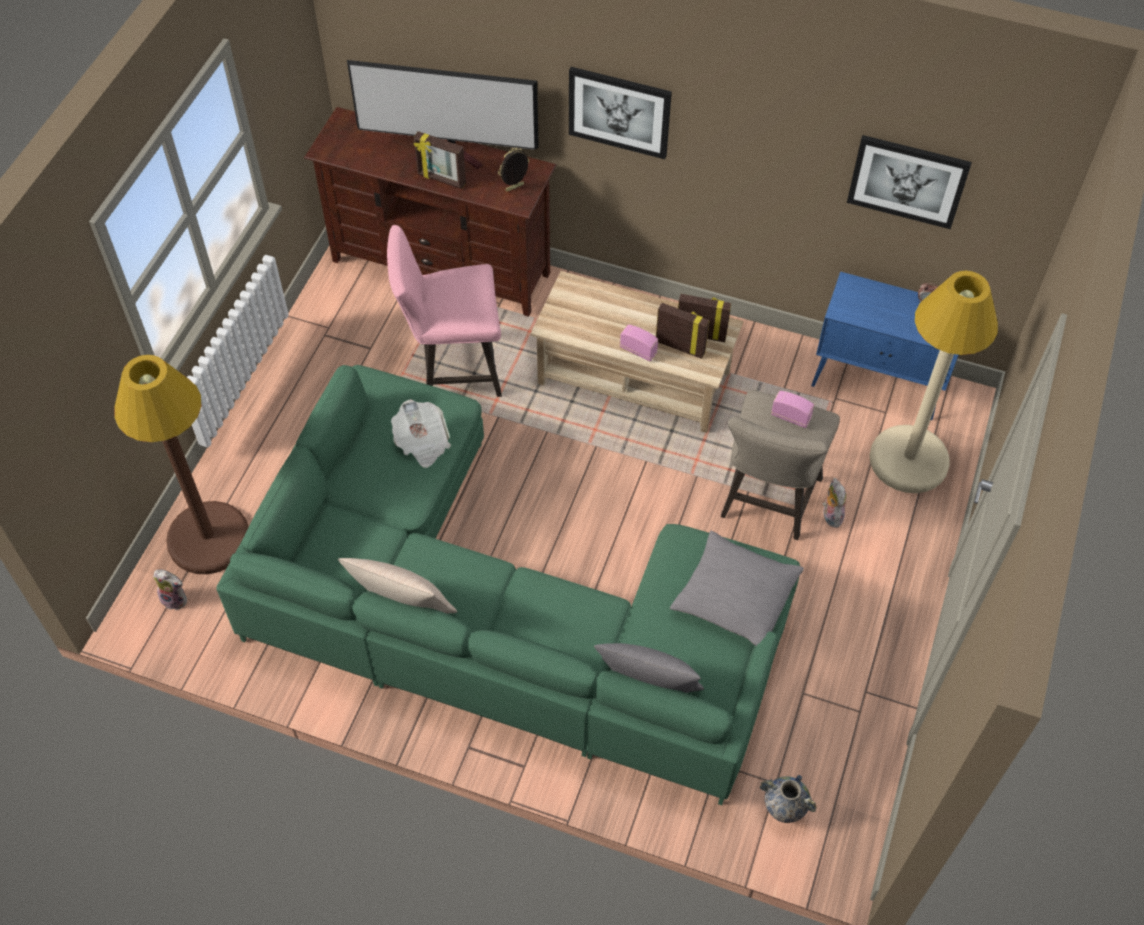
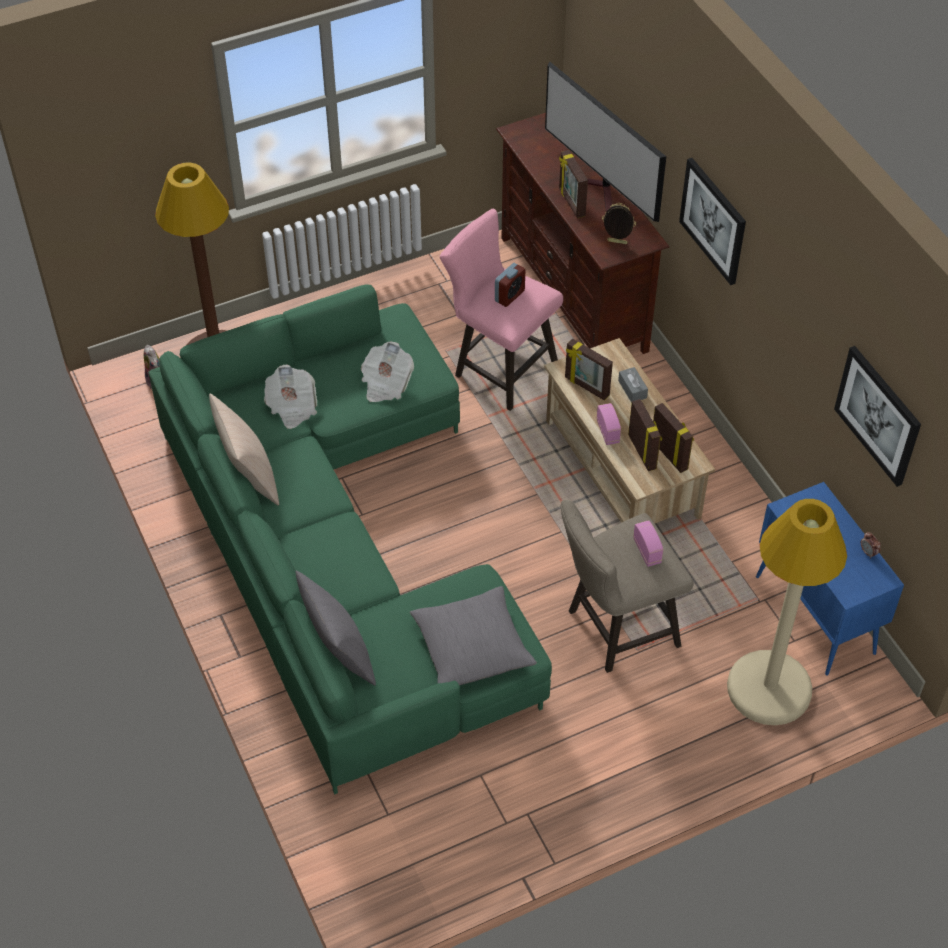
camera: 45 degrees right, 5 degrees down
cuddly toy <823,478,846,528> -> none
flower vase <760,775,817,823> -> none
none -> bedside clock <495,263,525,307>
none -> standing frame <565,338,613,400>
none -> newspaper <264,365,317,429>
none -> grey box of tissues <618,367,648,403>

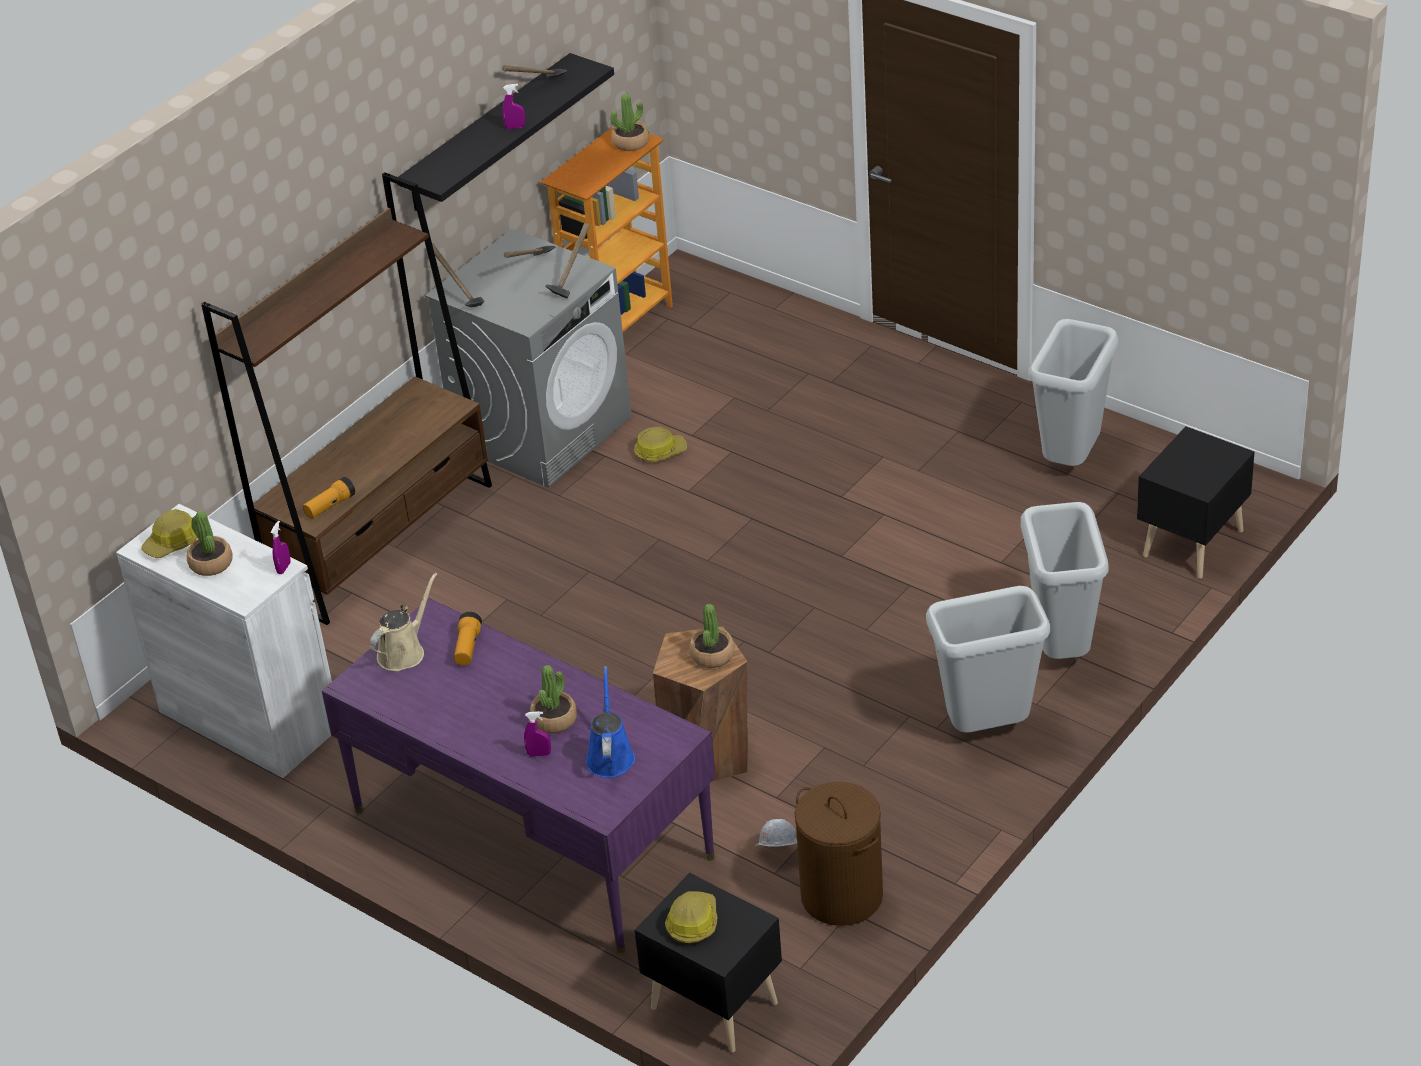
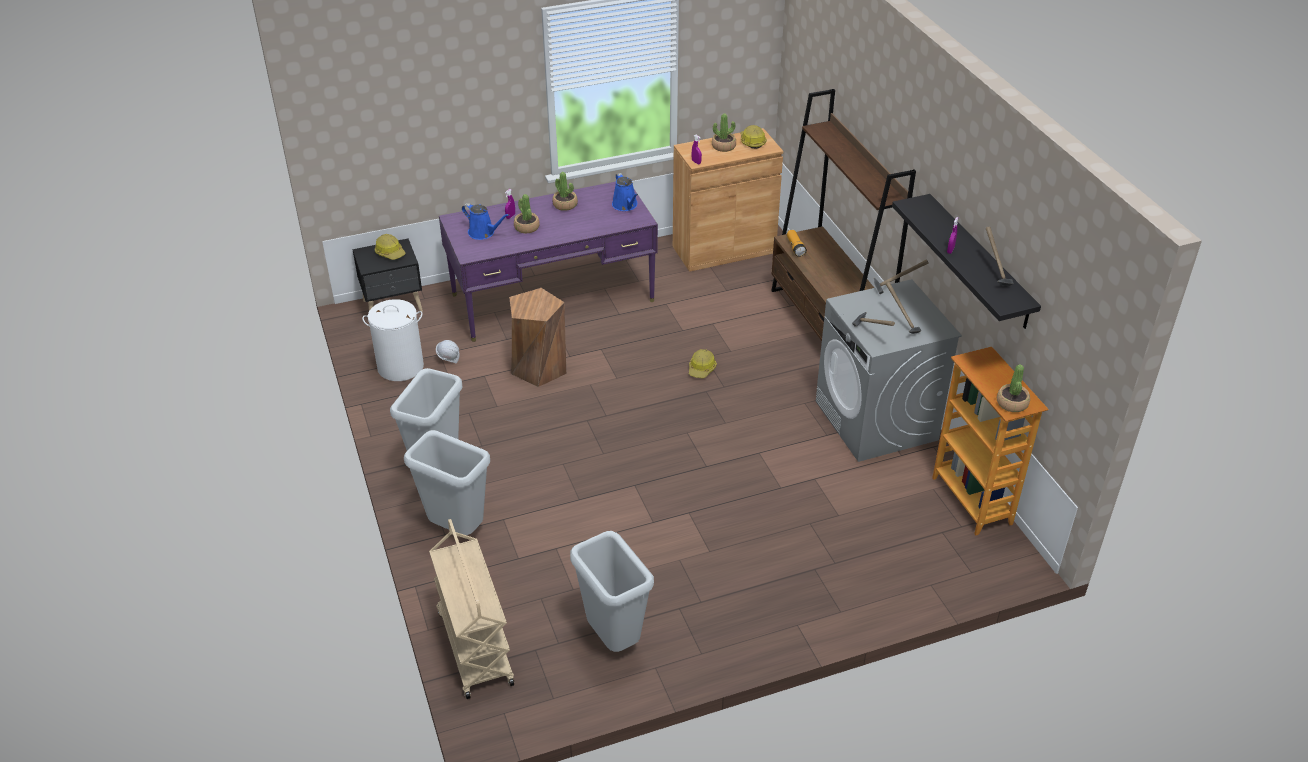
camera: 120 degrees right, 0 degrees up
blackish night table <1137,426,1254,579> -> beige cart <429,519,514,699>
hard hat <634,427,687,462> -> hard hat <689,349,717,378>, move
white-coloured storage cabinet <116,504,332,778> -> brown-coloured storage cabinet <673,128,783,272>
beige sprinkling can <369,573,437,671> -> blue-coloured sprinkling can <612,173,638,211>
plant in a pot <689,604,735,668> -> plant in a pot <552,172,578,211>, move
torch <454,612,482,665> -> none
brown-coloured washing basket <795,782,883,926> -> white-coloured washing basket <362,299,424,381>

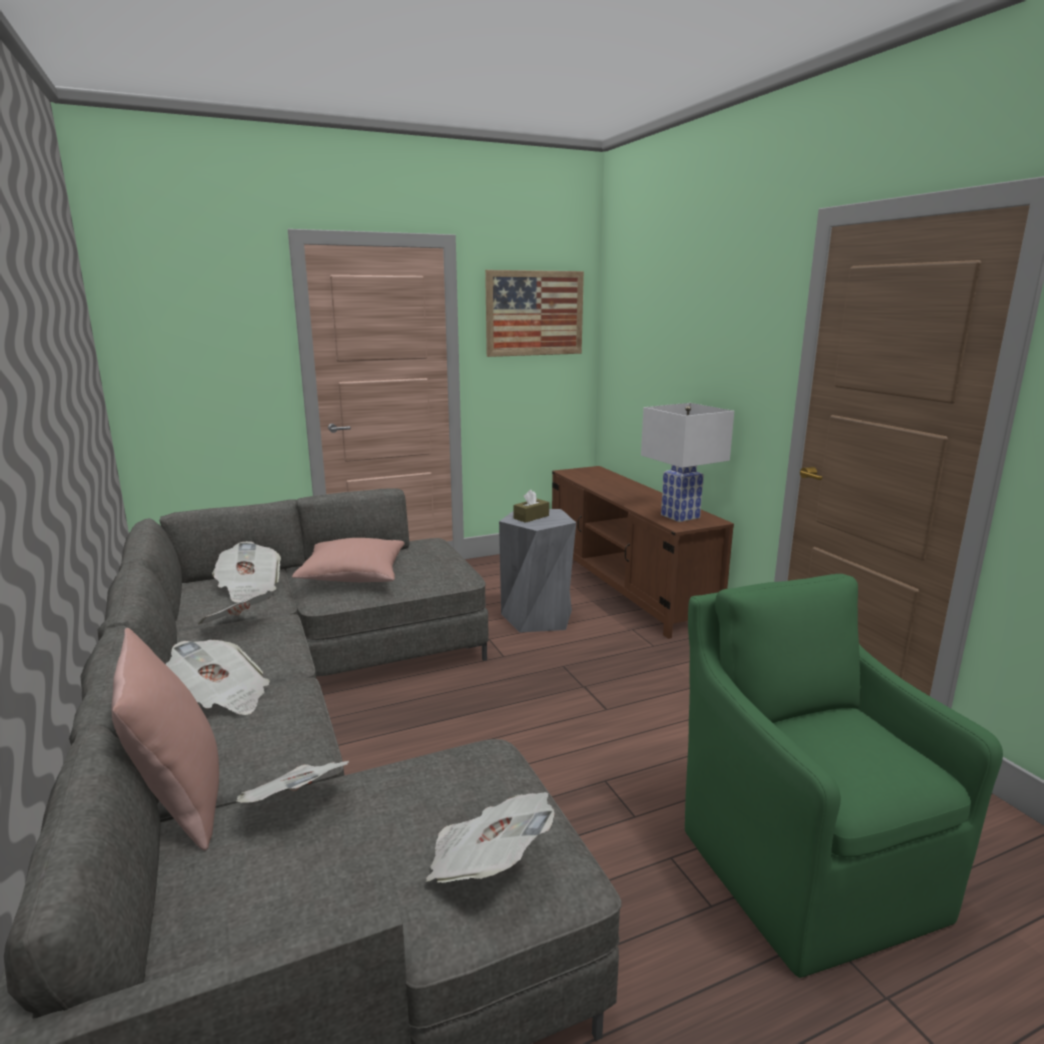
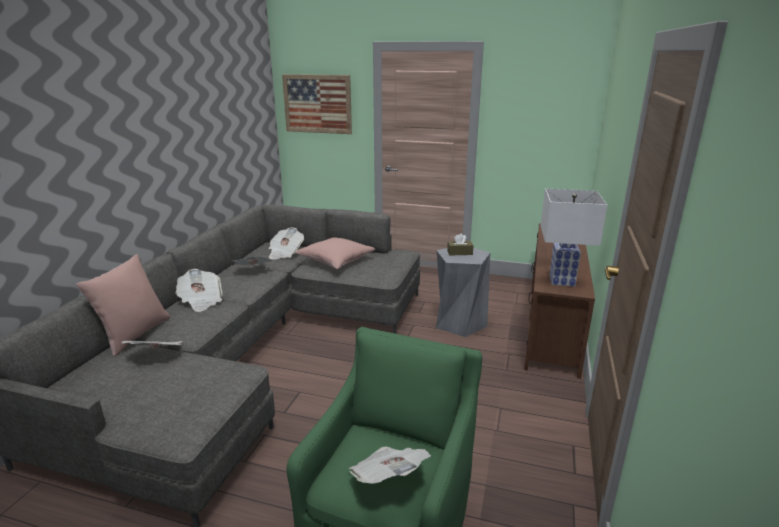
camera: 40 degrees right, 5 degrees up
wall picture <485,270,584,357> -> wall picture <282,74,352,134>, move
newspaper <426,792,555,883> -> newspaper <349,446,431,484>, move

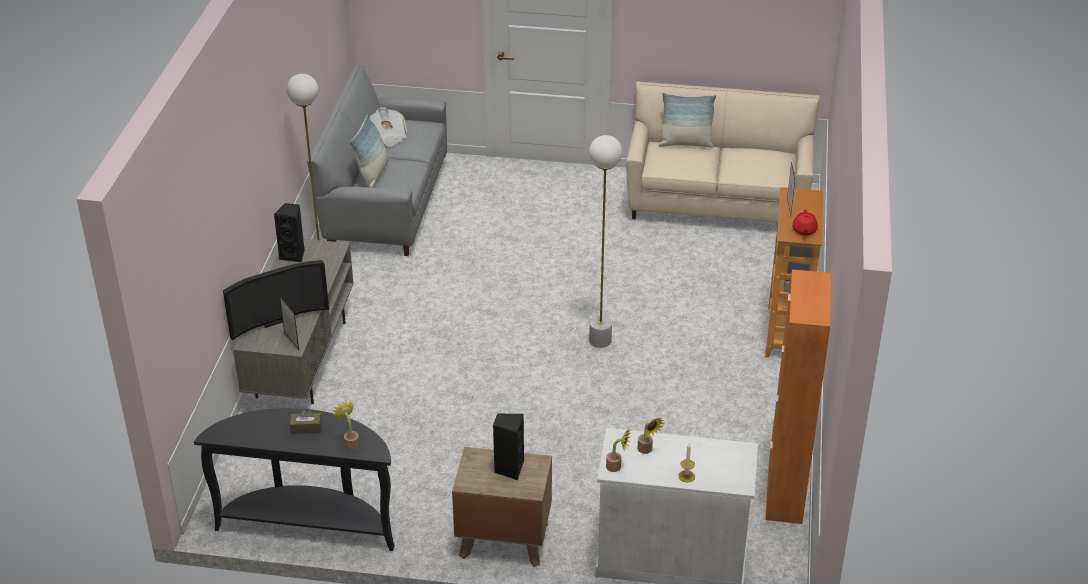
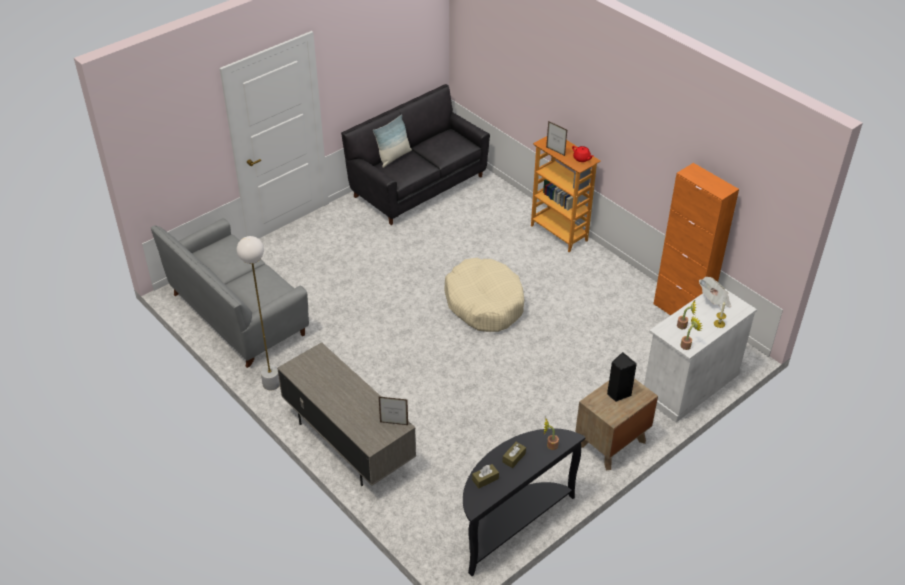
camera: 50 degrees left, 5 degrees up
beige sofa <626,82,820,223> -> blackish sofa <341,84,490,225>
newspaper <370,107,407,147> -> newspaper <699,277,732,308>, move
throw pillow <349,114,389,187> -> none
white-coloured standard lamp <589,135,622,348> -> beige dog bed <445,258,524,332>
blackish audio speaker <274,203,305,262> -> none
TV set <223,260,329,340> -> none
none -> brown-coloured box of tissues <472,464,499,488>

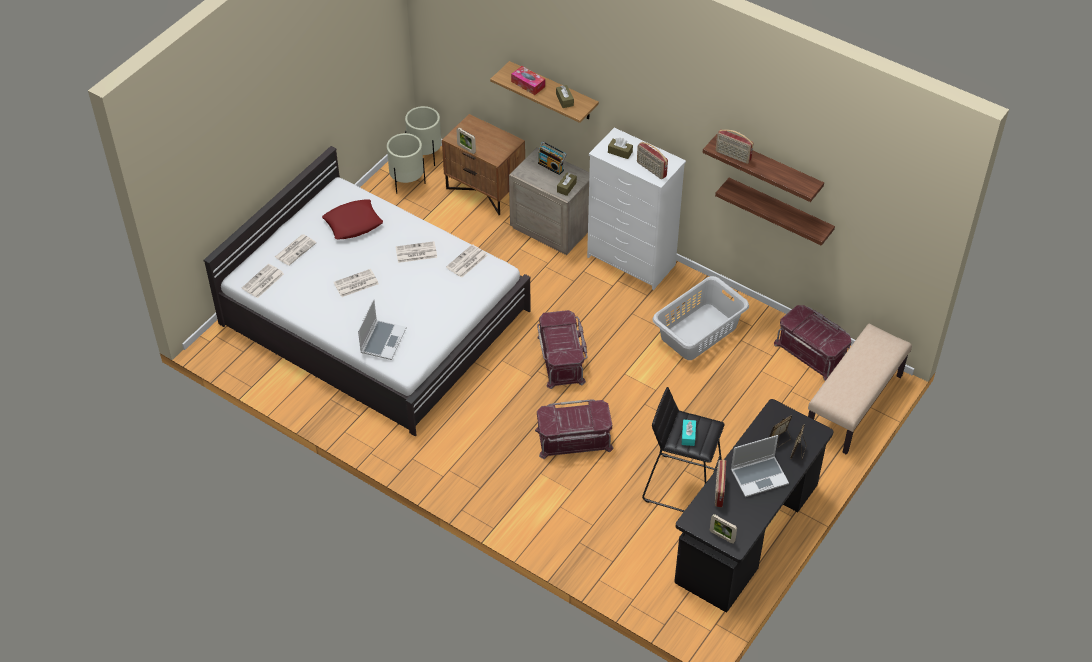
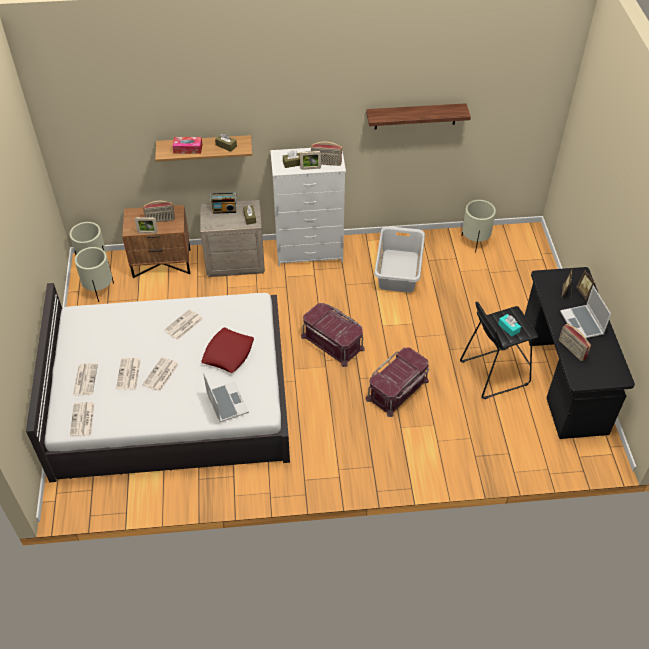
camera: 40 degrees left, 0 degrees up
radio set <716,129,754,164> -> radio set <143,201,175,222>, move
shelf <715,178,835,246> -> none
reddish throw pillow <322,199,383,239> -> reddish throw pillow <202,328,254,373>, move
newspaper <446,244,488,278> -> newspaper <116,358,141,389>, move
reddish storage container <774,305,851,381> -> beige flower pot <462,200,496,253>
beige long seat <808,324,912,455> -> none
laptop <731,435,789,497> -> laptop <560,286,611,338>, 135 degrees clockwise
standing frame <710,514,737,544> -> standing frame <300,151,321,170>, move

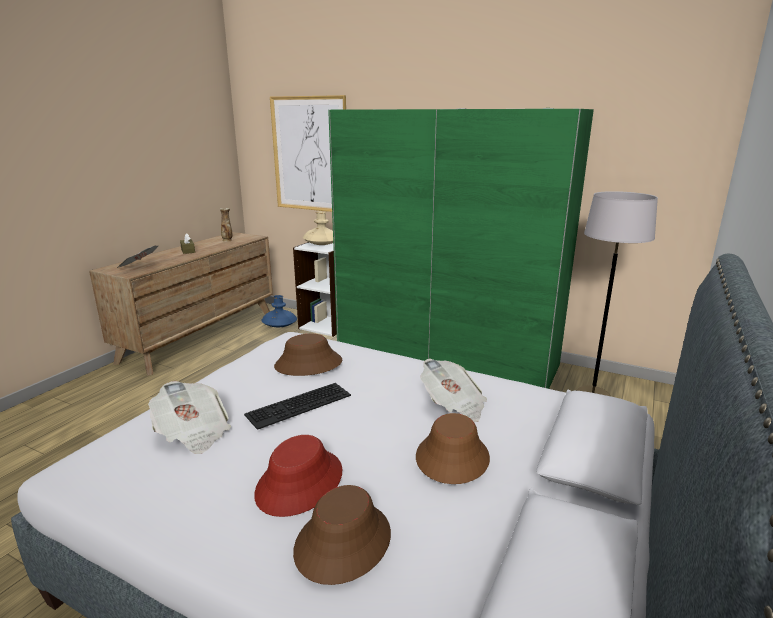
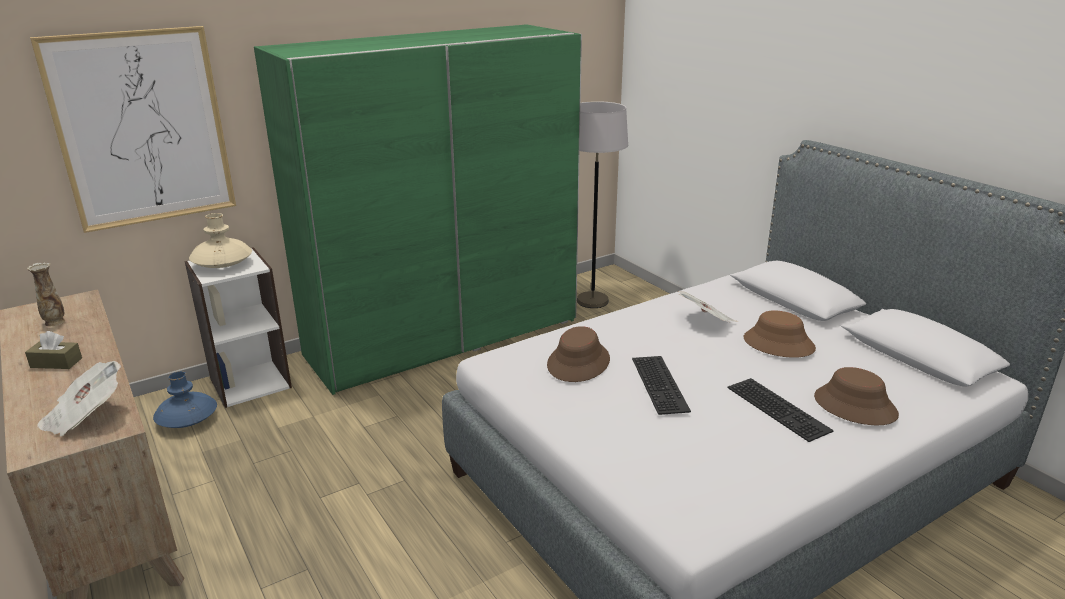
camera: 60 degrees left, 5 degrees up
newspaper <148,381,231,454> -> none
reddish clothing hat <254,435,342,517> -> computer keyboard <728,378,834,442>

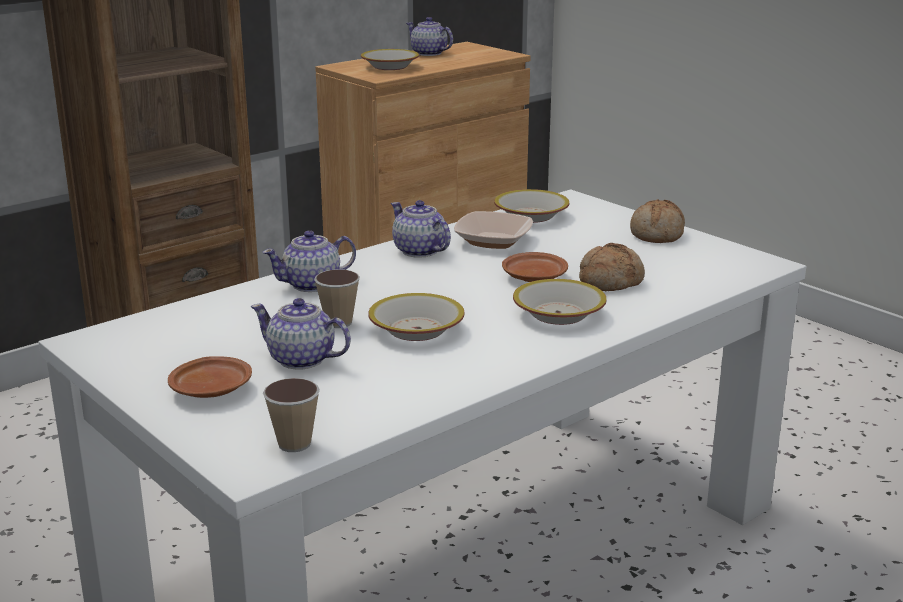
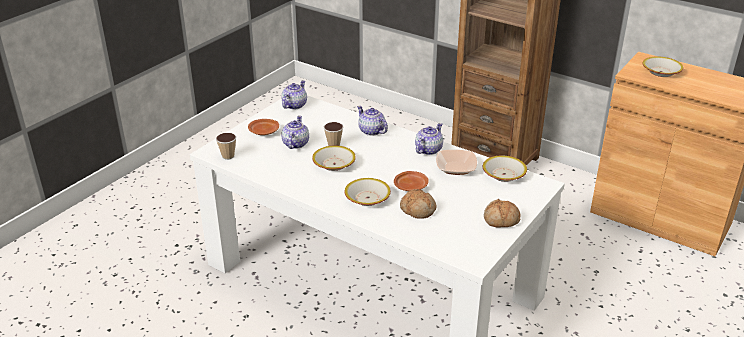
camera: 75 degrees right, 10 degrees up
tea pot <406,17,453,56> -> tea pot <281,80,307,110>, move

